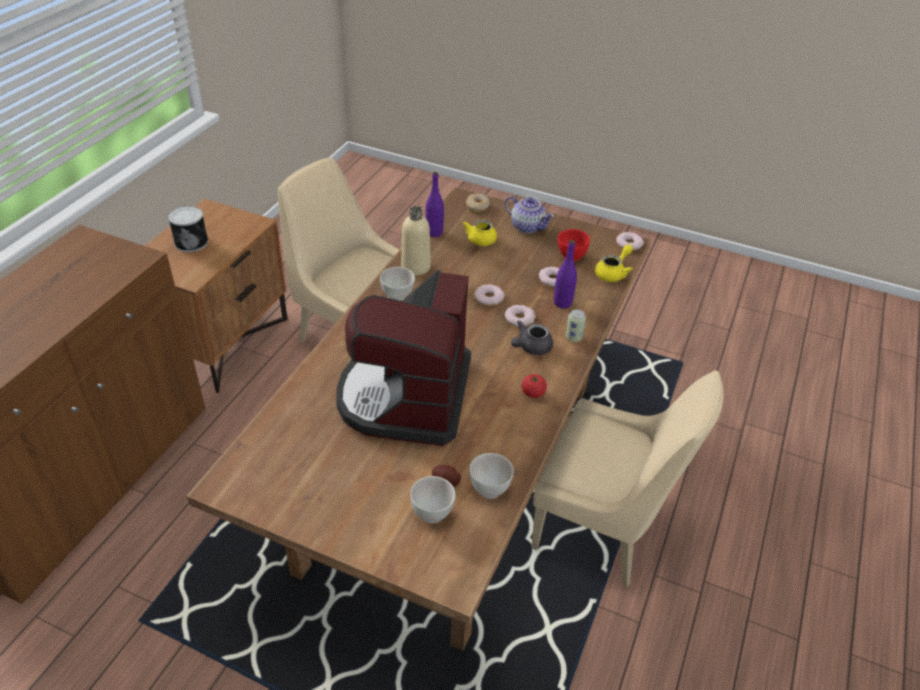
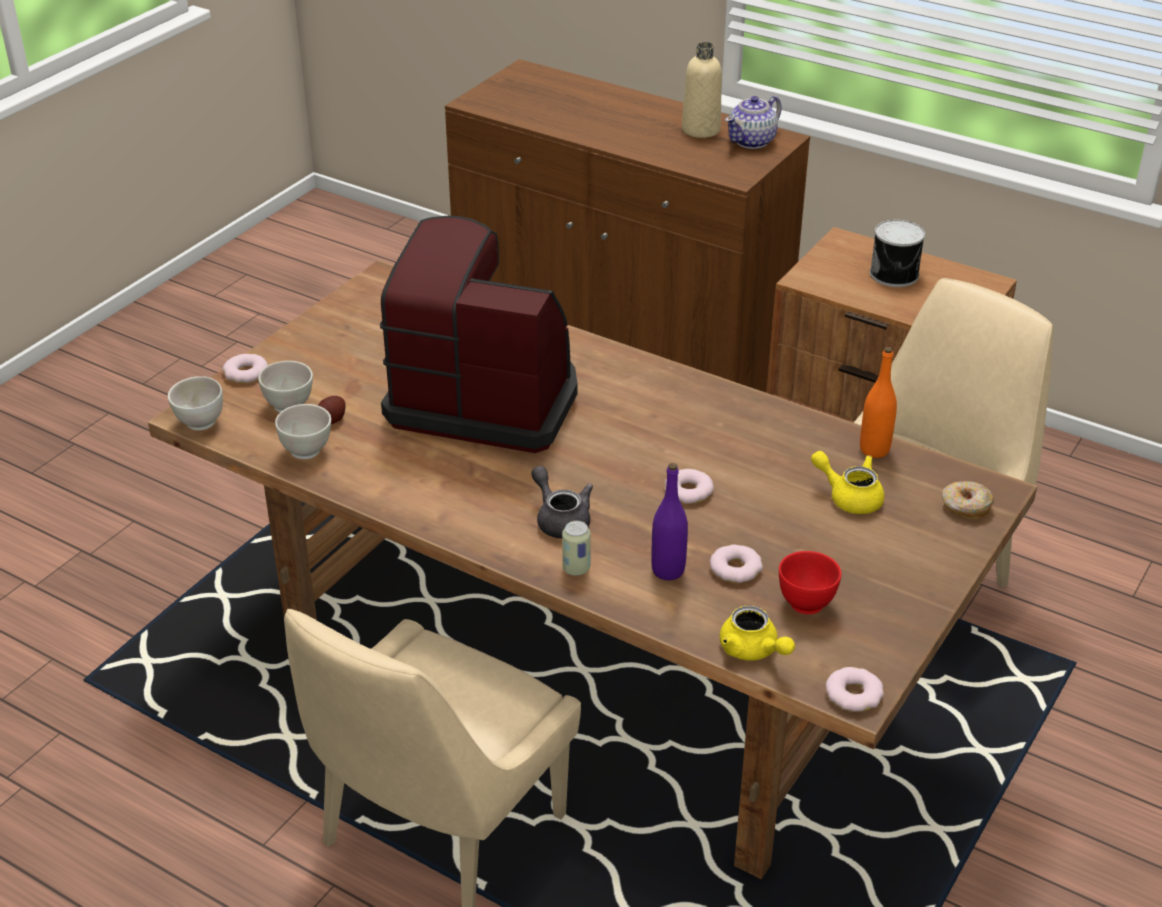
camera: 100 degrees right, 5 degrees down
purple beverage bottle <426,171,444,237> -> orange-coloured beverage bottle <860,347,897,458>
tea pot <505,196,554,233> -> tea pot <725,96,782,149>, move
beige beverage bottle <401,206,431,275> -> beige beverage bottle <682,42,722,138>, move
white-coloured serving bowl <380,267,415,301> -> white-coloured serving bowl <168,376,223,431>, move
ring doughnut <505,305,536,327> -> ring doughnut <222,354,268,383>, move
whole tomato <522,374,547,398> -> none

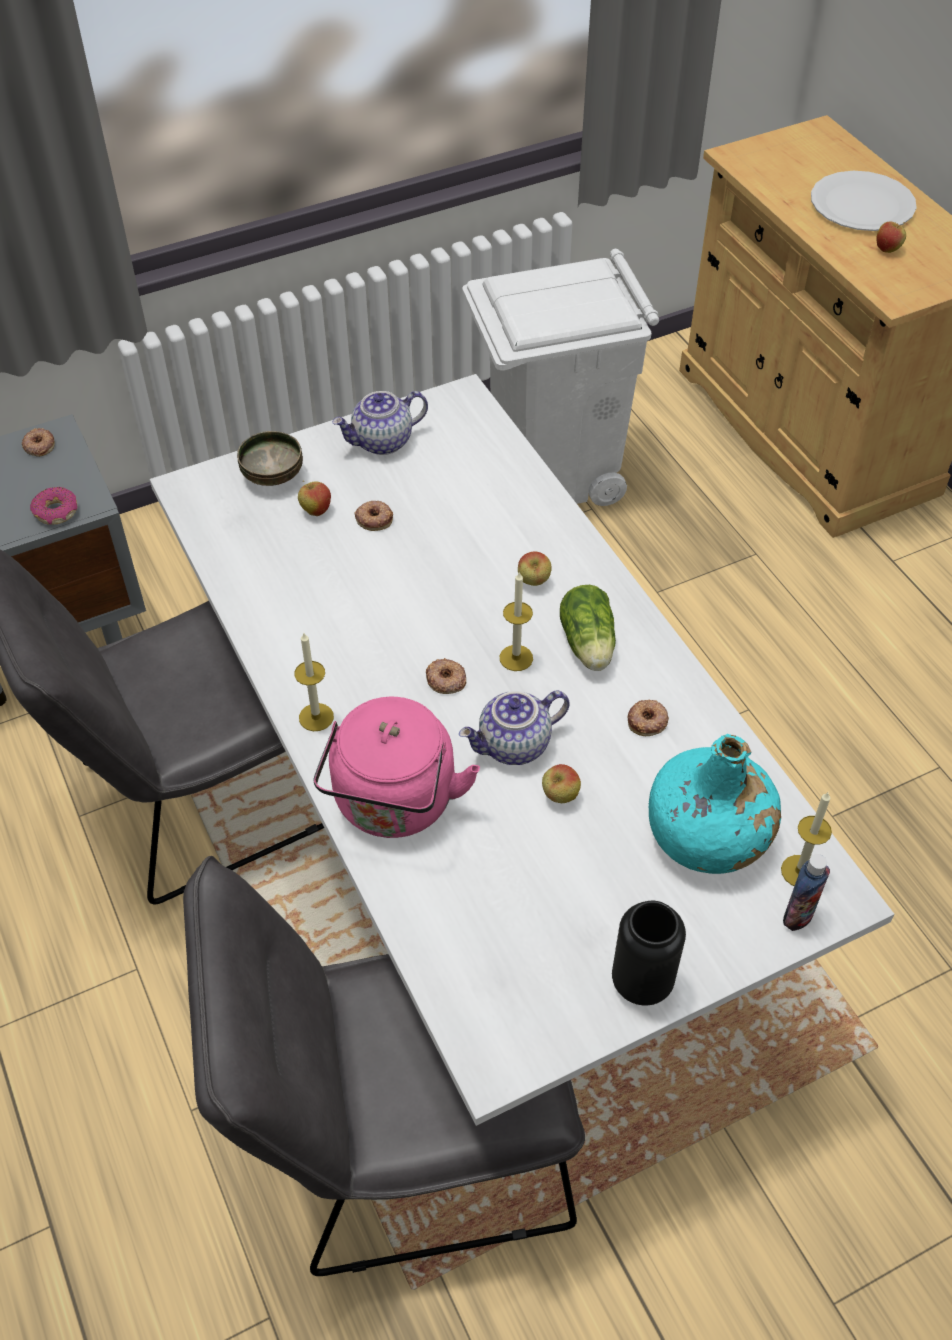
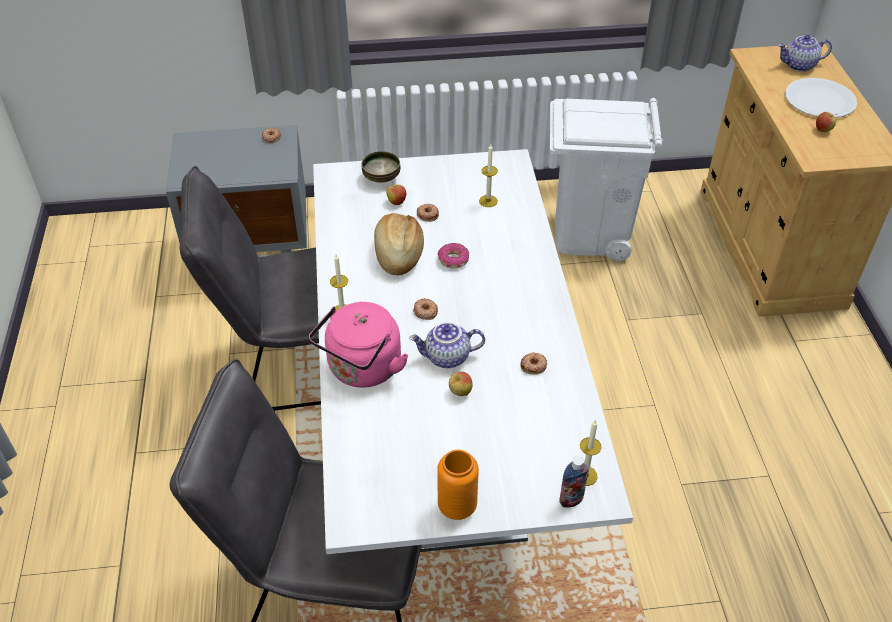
camera: 20 degrees right, 5 degrees down
tea pot <332,391,428,455> -> tea pot <778,35,832,72>, move
ring doughnut <30,487,77,525> -> ring doughnut <437,243,469,268>, move
apple <518,551,552,586> -> none
candle <500,571,533,671> -> candle <479,144,498,207>, move
lettuce head <560,585,616,671> -> none
turquoise beverage bottle <649,734,781,874> -> none
blackish flower vase <612,901,686,1005> -> orange-coloured flower vase <437,450,479,520>
none -> baked bread <374,213,424,276>

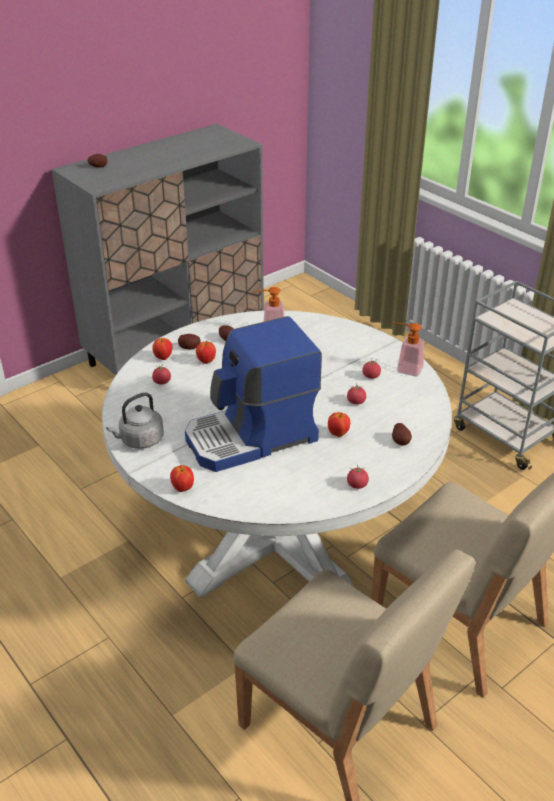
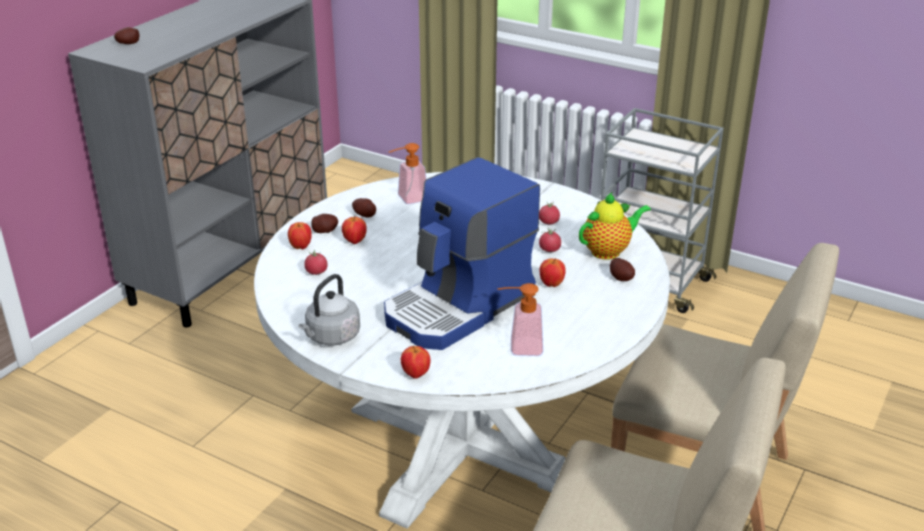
camera: 20 degrees left, 5 degrees down
liquid soap bottle <393,323,424,377> -> liquid soap bottle <497,283,543,356>, move
whole tomato <347,465,369,489> -> none
none -> tea pot <579,193,651,260>

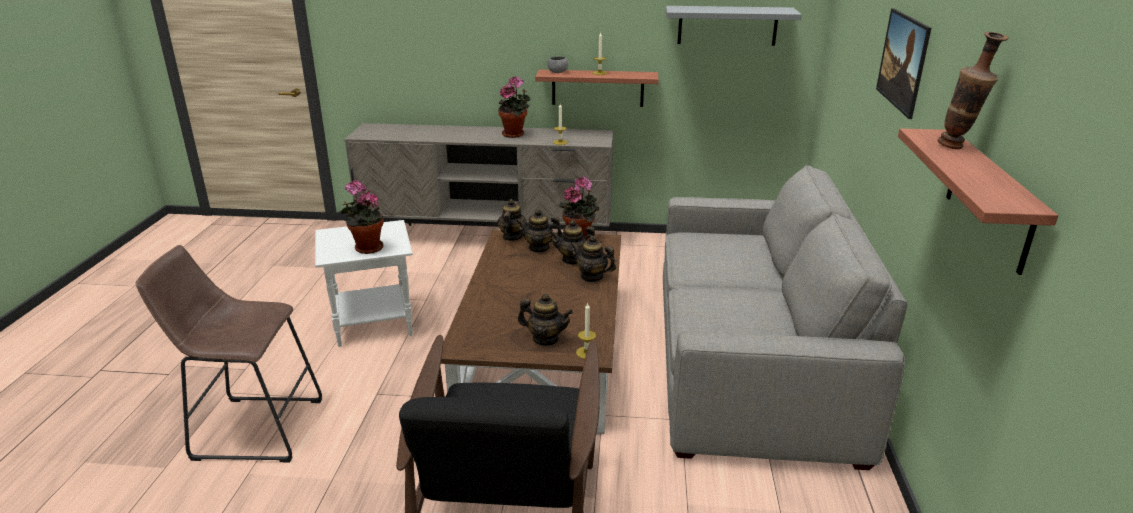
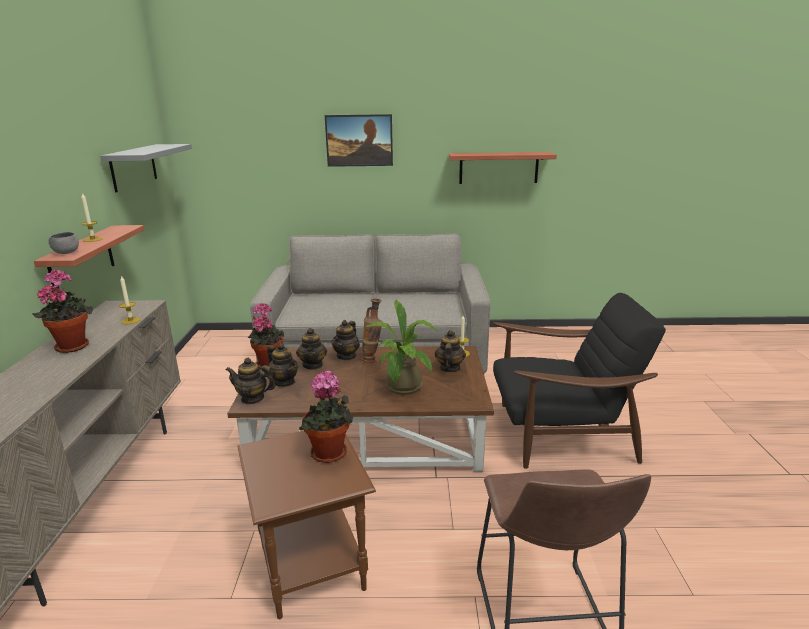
camera: 95 degrees left, 5 degrees down
flower vase <938,32,1008,149> -> flower vase <362,298,383,363>, move
tea pot <516,209,563,253> -> tea pot <267,343,298,387>, 45 degrees counterclockwise
white-coloured end table <315,220,413,347> -> brown-coloured end table <238,431,376,619>
none -> plant in a pot <364,300,438,395>

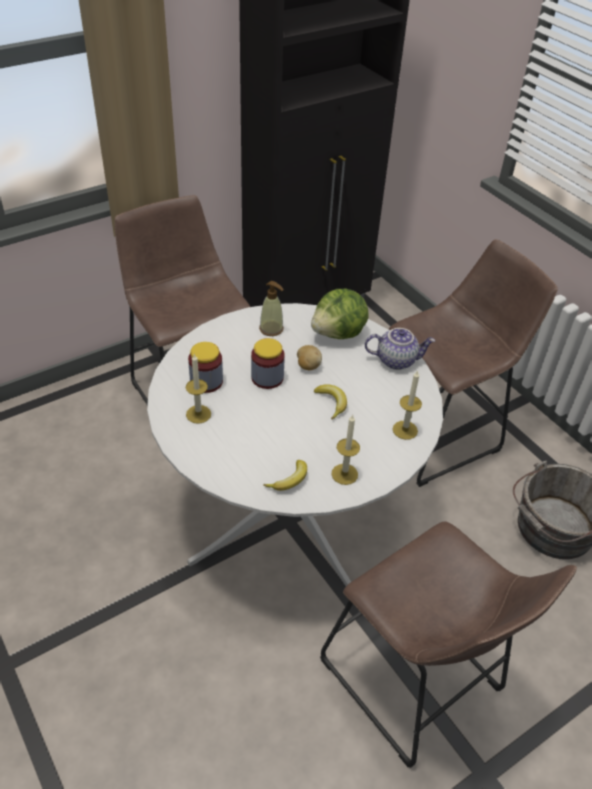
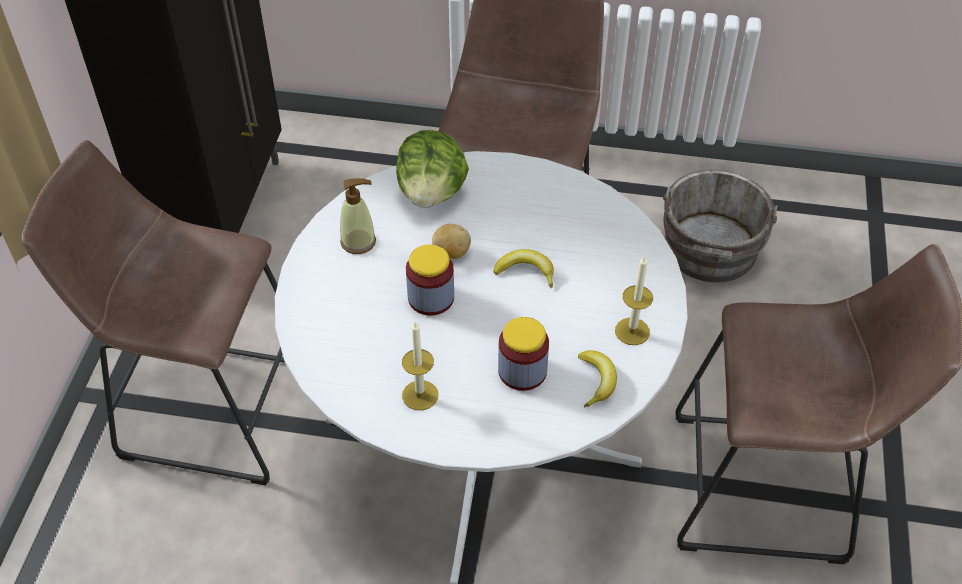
camera: 45 degrees left, 5 degrees up
tea pot <365,328,435,370> -> none
storage jar <188,342,223,393> -> storage jar <498,317,549,391>, move
candle <393,370,422,440> -> none

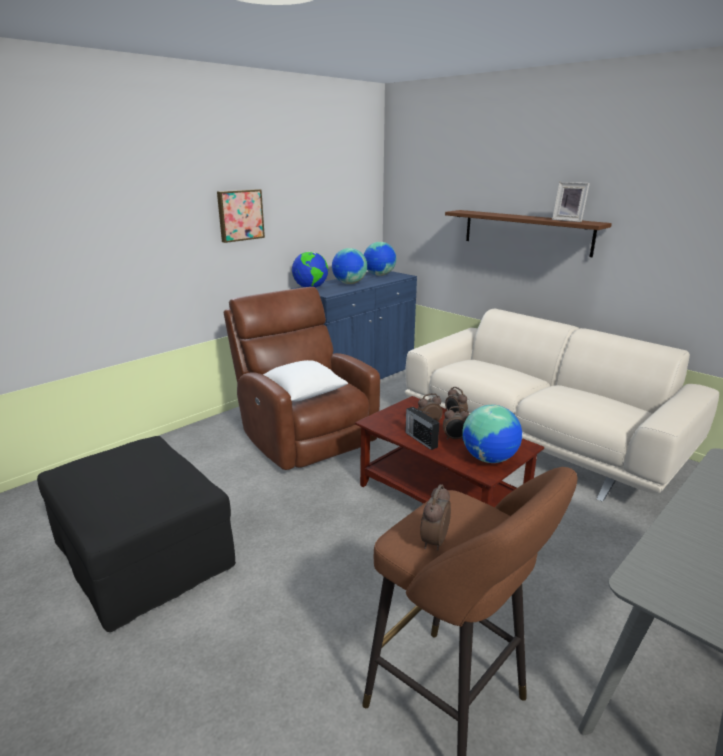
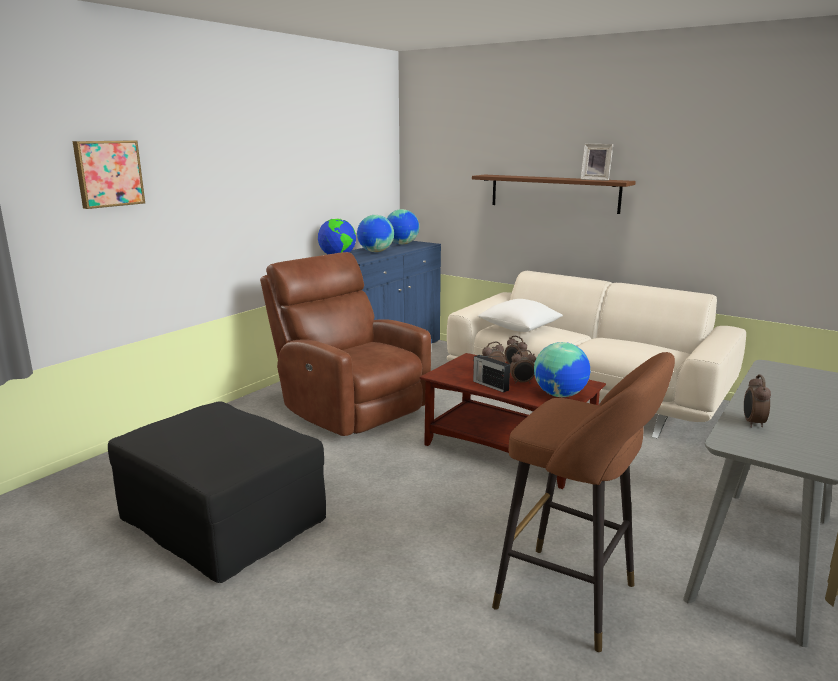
camera: 10 degrees left, 5 degrees down
wall picture <217,189,265,243> -> wall picture <72,140,145,209>, move
white-coloured throw pillow <263,360,348,401> -> white-coloured throw pillow <478,299,563,332>, move
bedside clock <420,485,451,550> -> bedside clock <744,374,771,428>, move

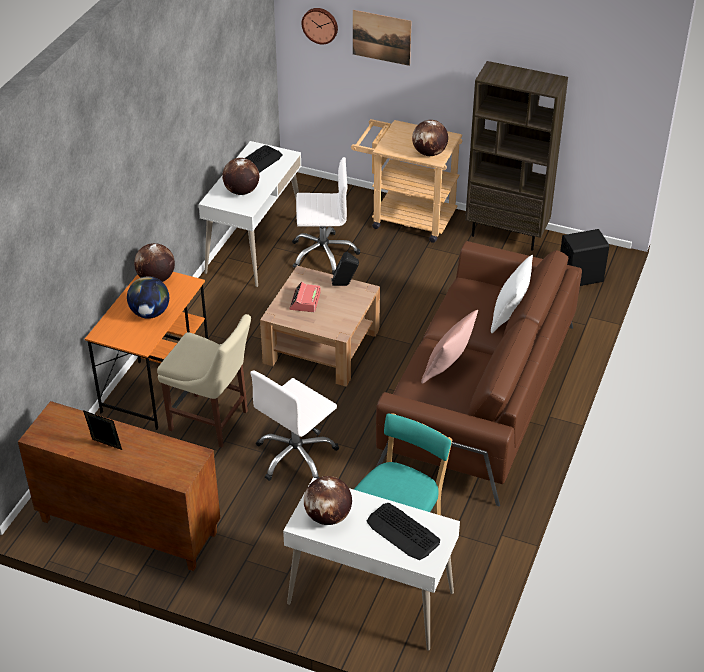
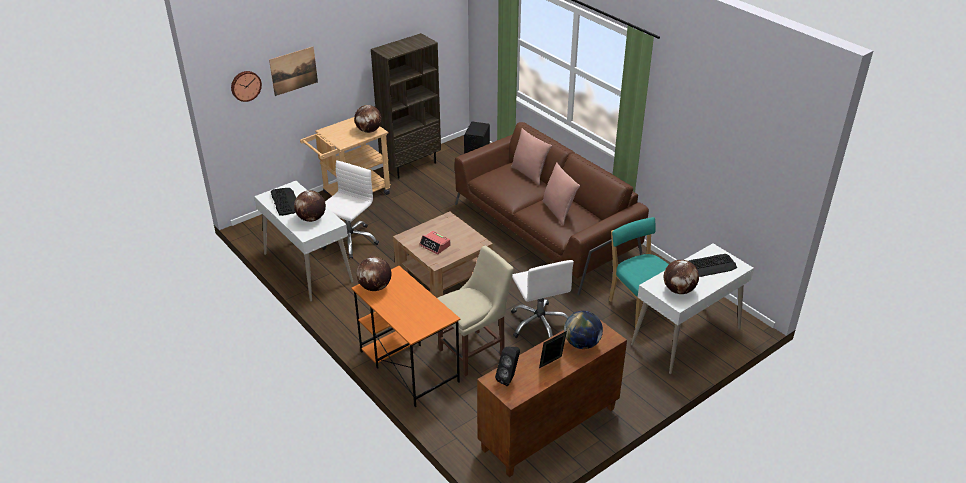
camera: 60 degrees left, 5 degrees down
blackish audio speaker <331,252,359,286> -> blackish audio speaker <495,347,520,386>, move
white-coloured throw pillow <491,255,533,333> -> pink-coloured throw pillow <511,128,552,185>
world globe <127,276,169,319> -> world globe <564,311,603,349>, move

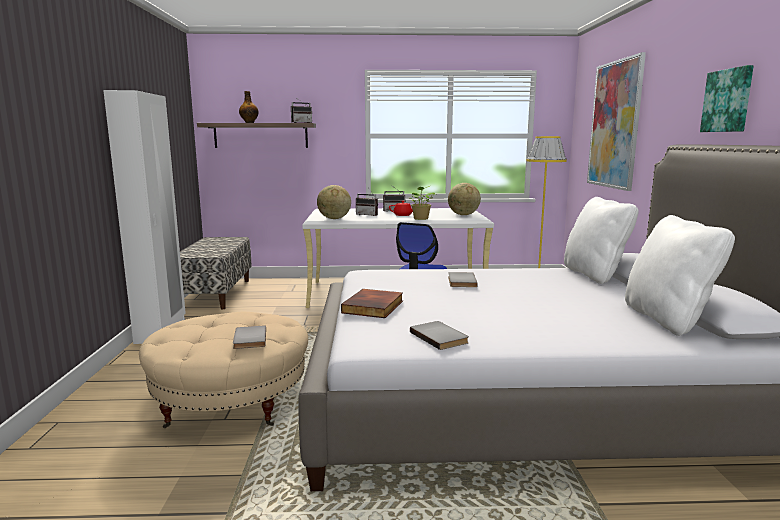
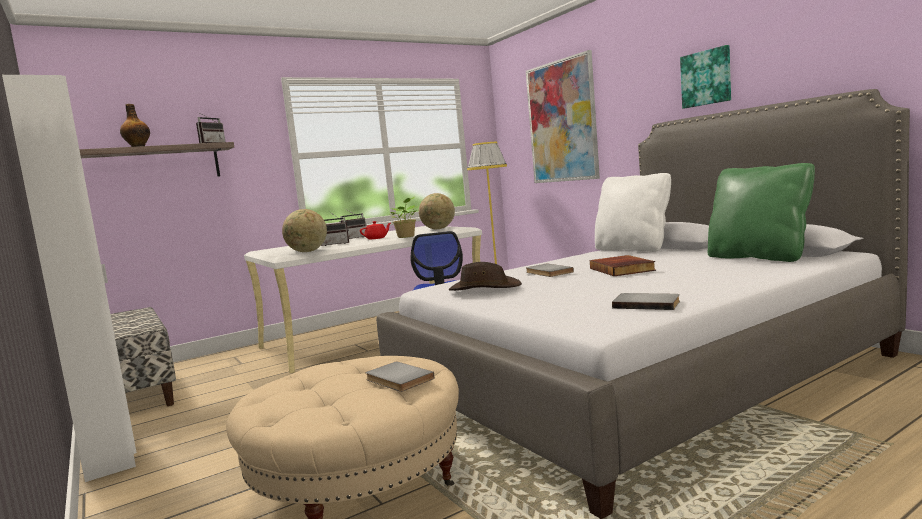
camera: 30 degrees left, 5 degrees down
white-coloured throw pillow <625,215,735,336> -> greenish throw pillow <708,163,815,262>
book <341,289,403,318> -> book <590,255,656,276>, move
none -> brown-coloured clothing hat <449,262,522,291>

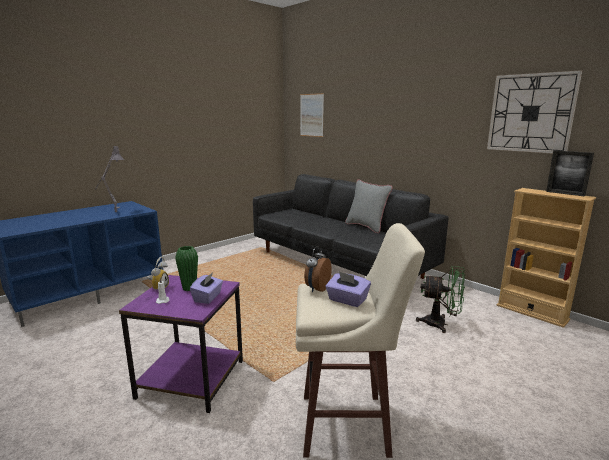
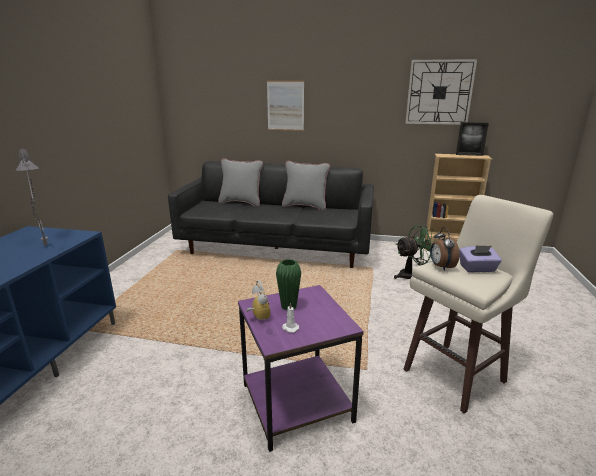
camera: 35 degrees left, 5 degrees up
wall picture <300,93,324,137> -> wall picture <267,81,304,131>, move
purple box of tissues <190,273,223,304> -> none
none -> grey throw pillow <218,158,263,206>

